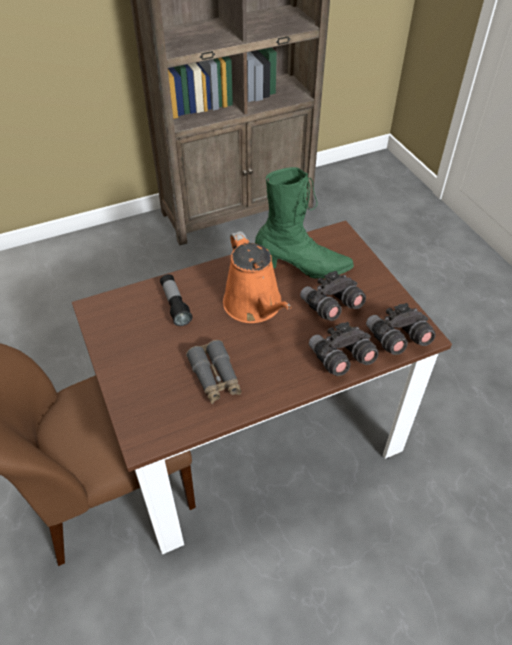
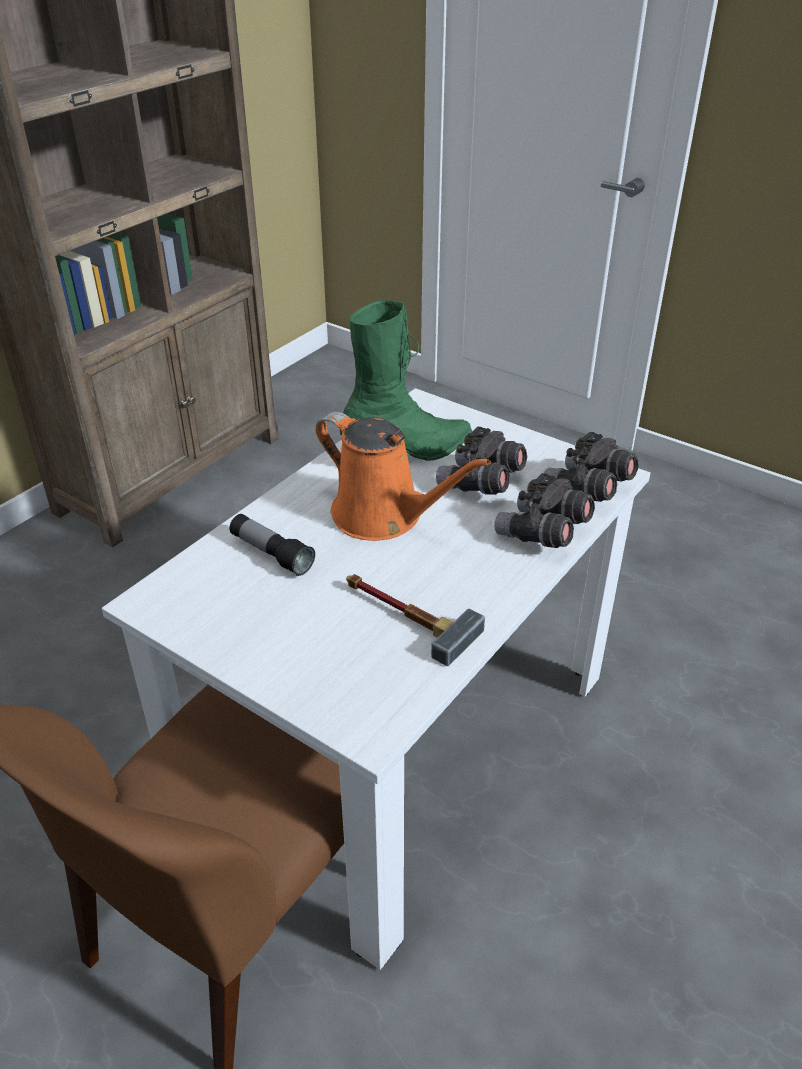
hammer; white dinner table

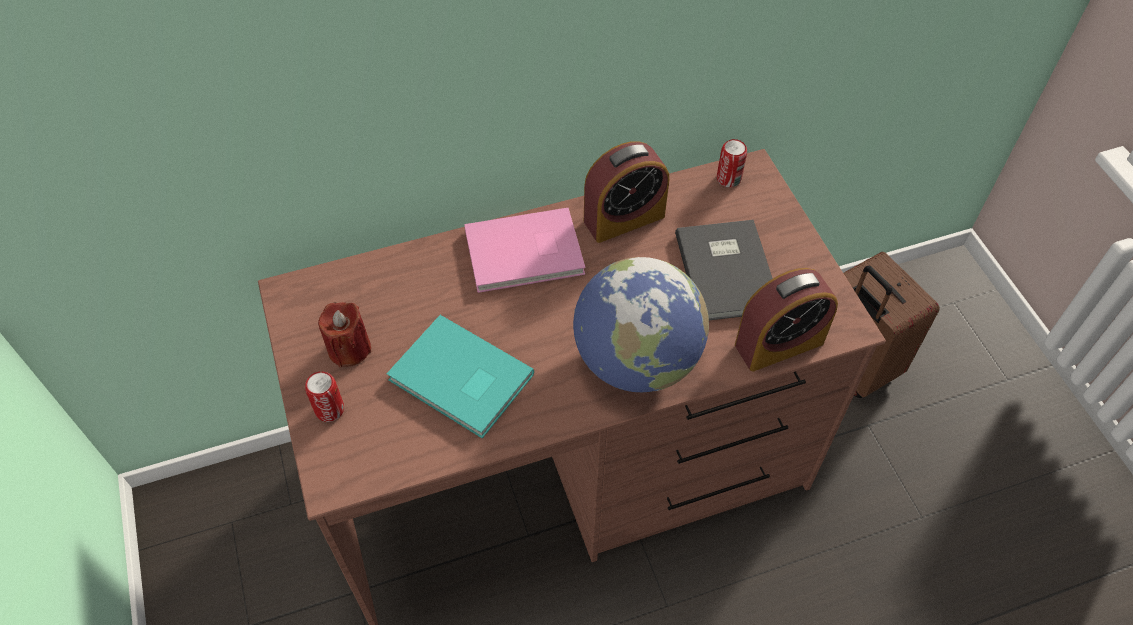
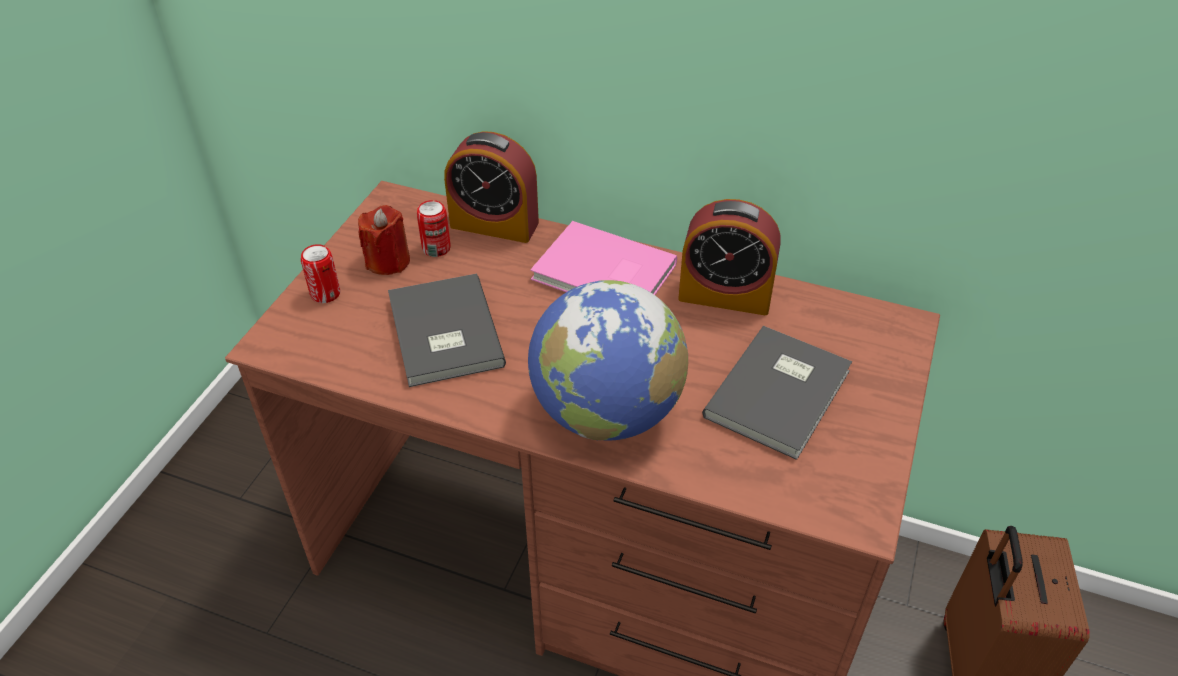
can (no. 2 from left); table clock (no. 1 from left); greyish volume (no. 1 from left)

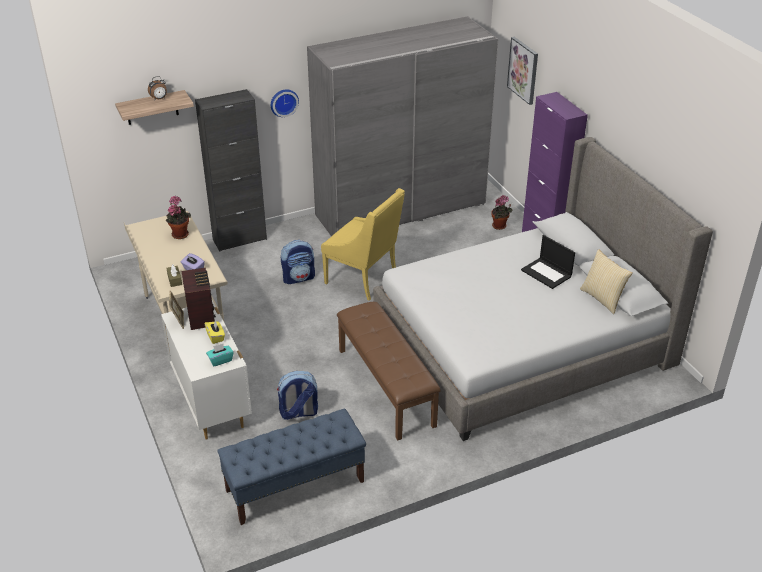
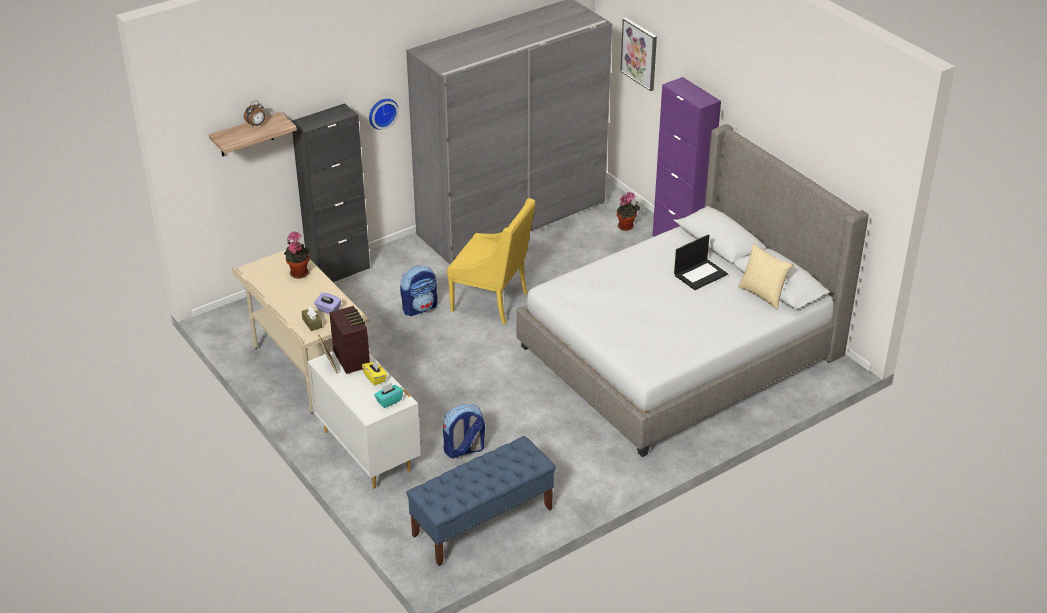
brown indoor bench; notebook computer

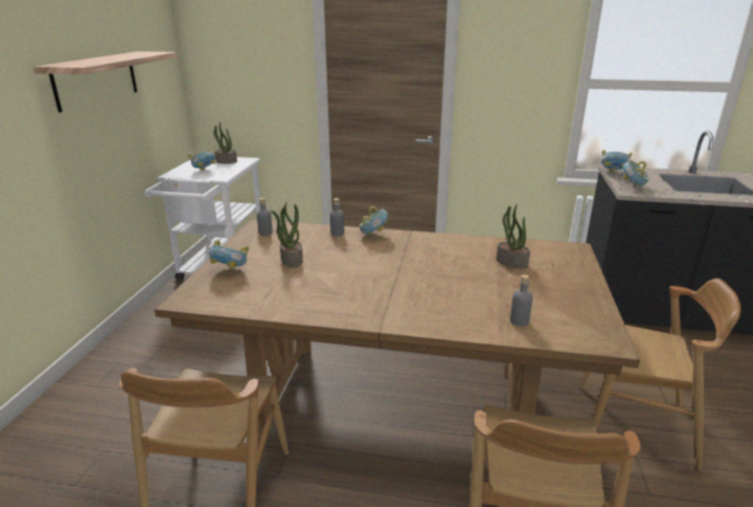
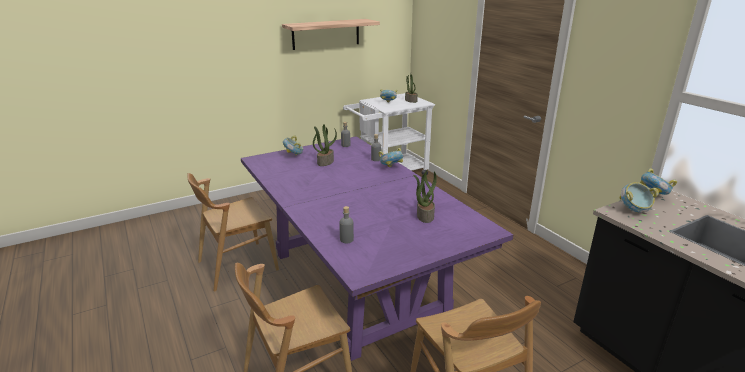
purple dinner table

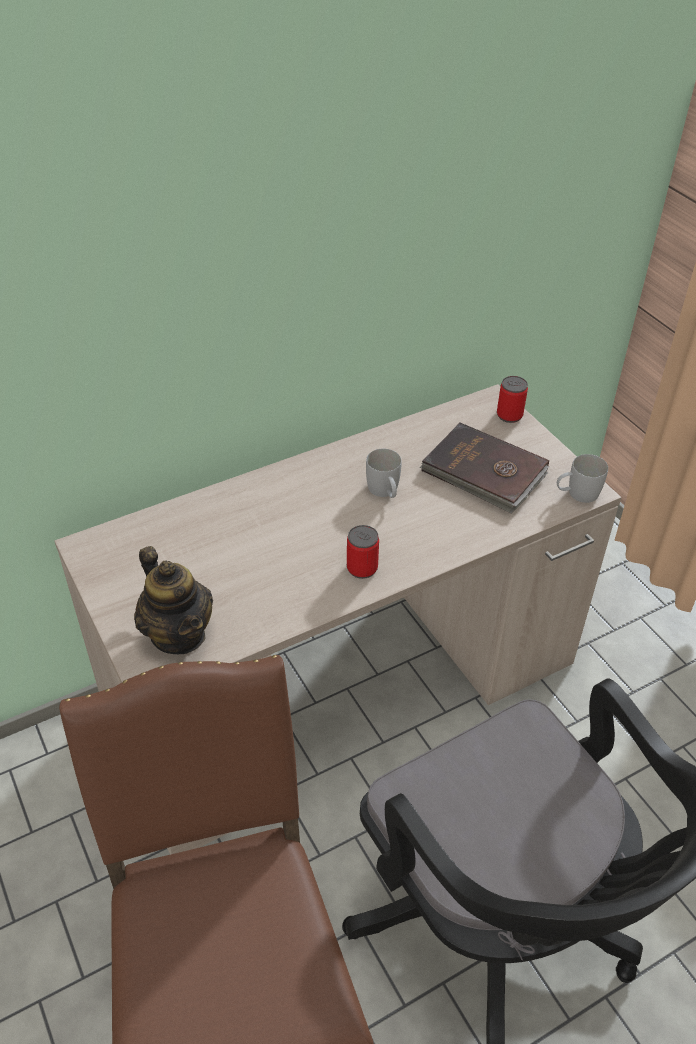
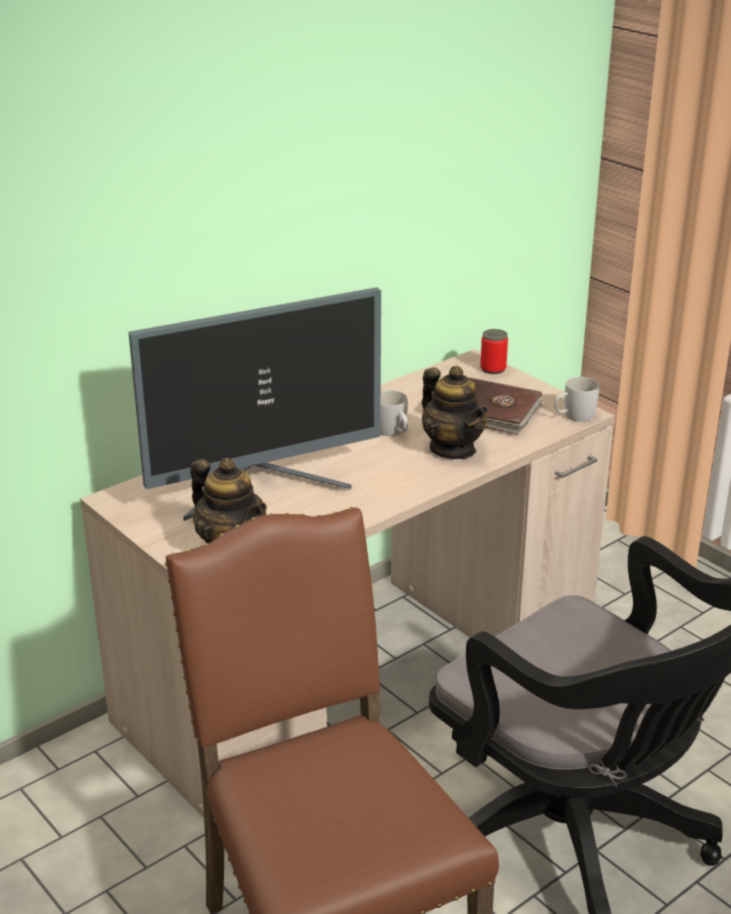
can (no. 1 from left in the first image); computer display; pot for tea (no. 2 from left)

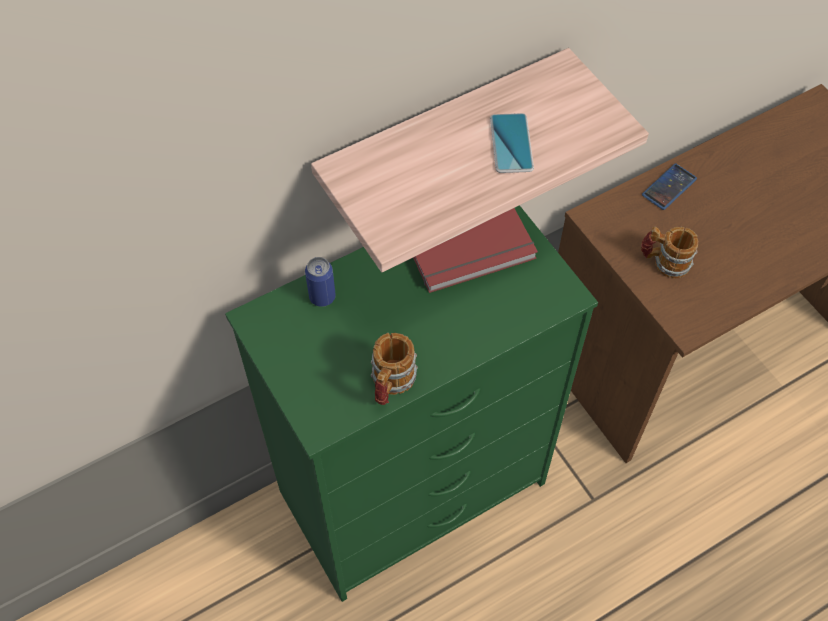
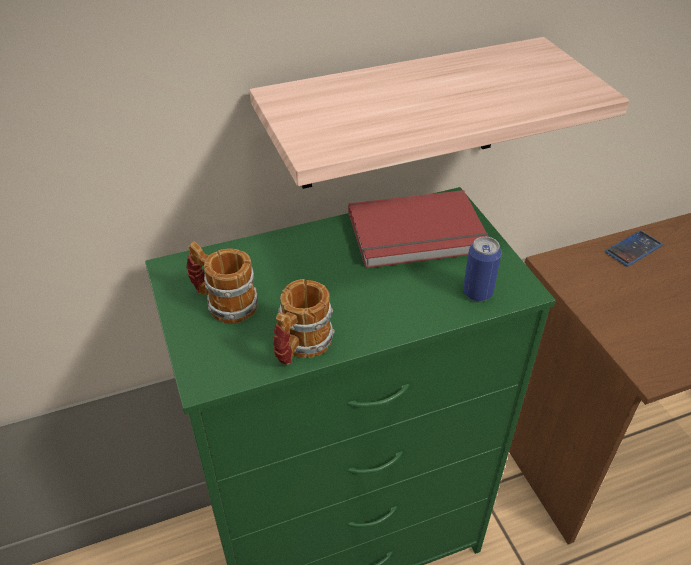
telephone (no. 1 from left in the first image); can; mug (no. 1 from left)

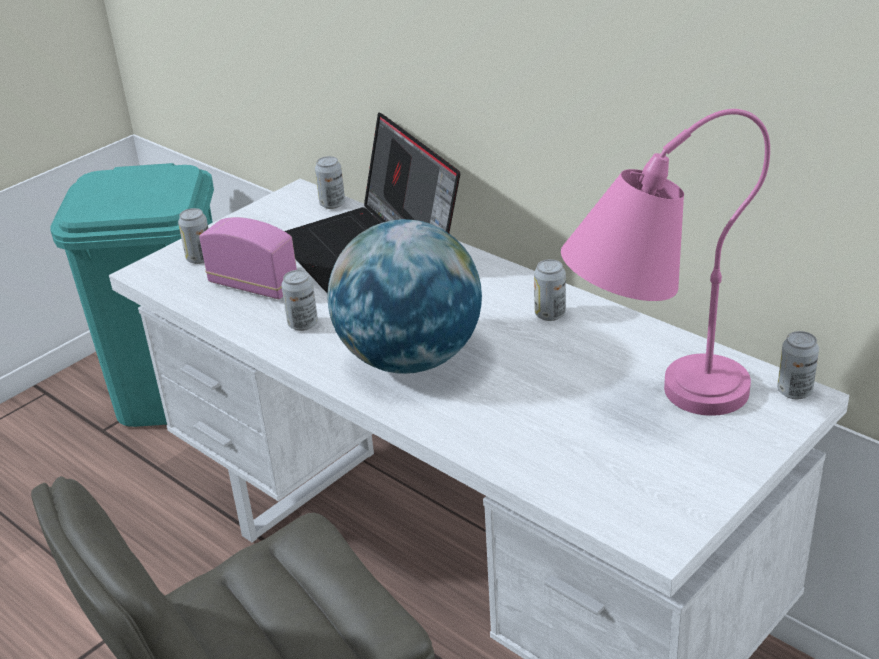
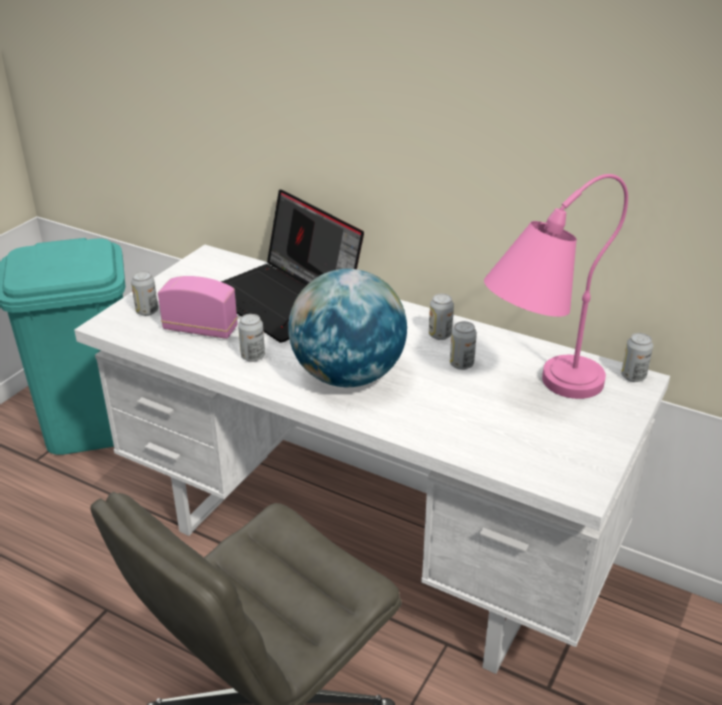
can (no. 4 from left)

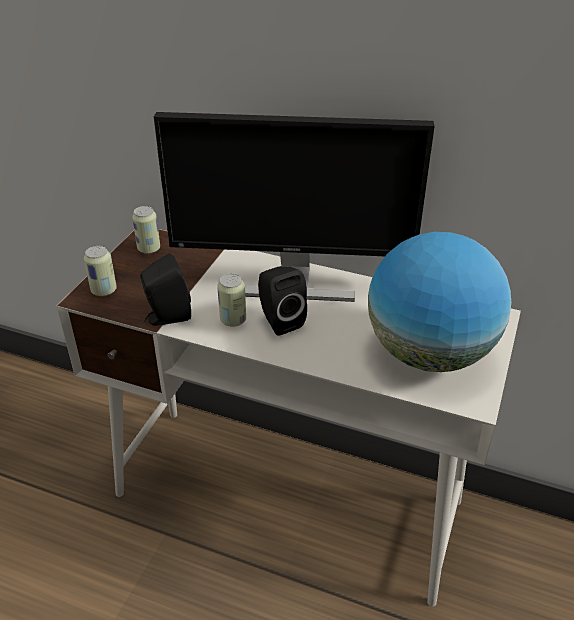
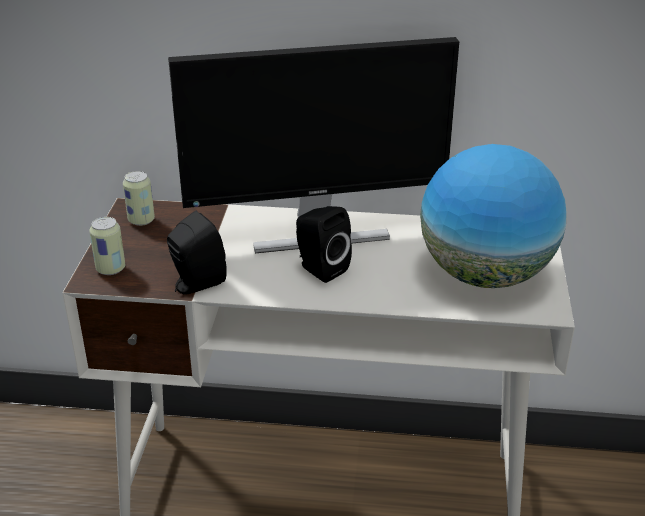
can (no. 3 from left in the first image)

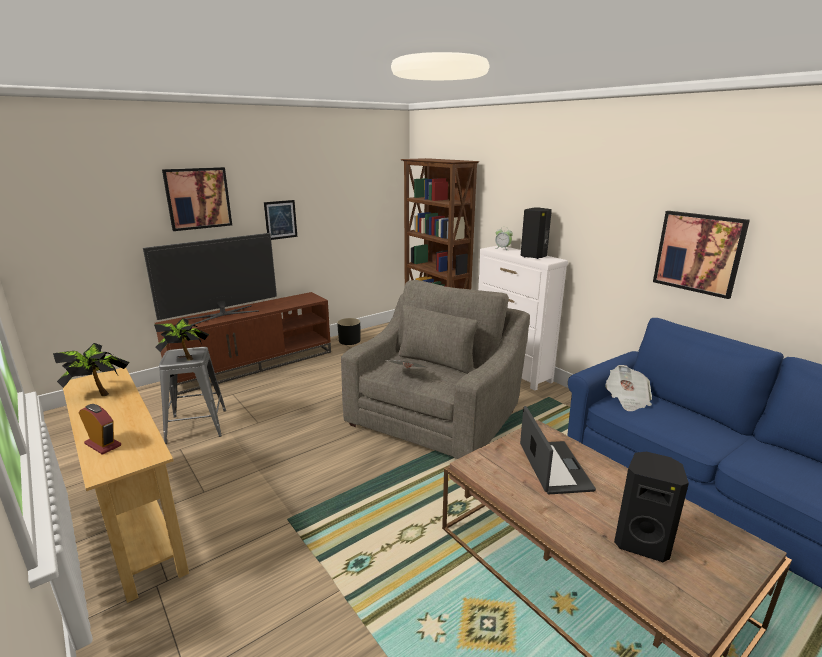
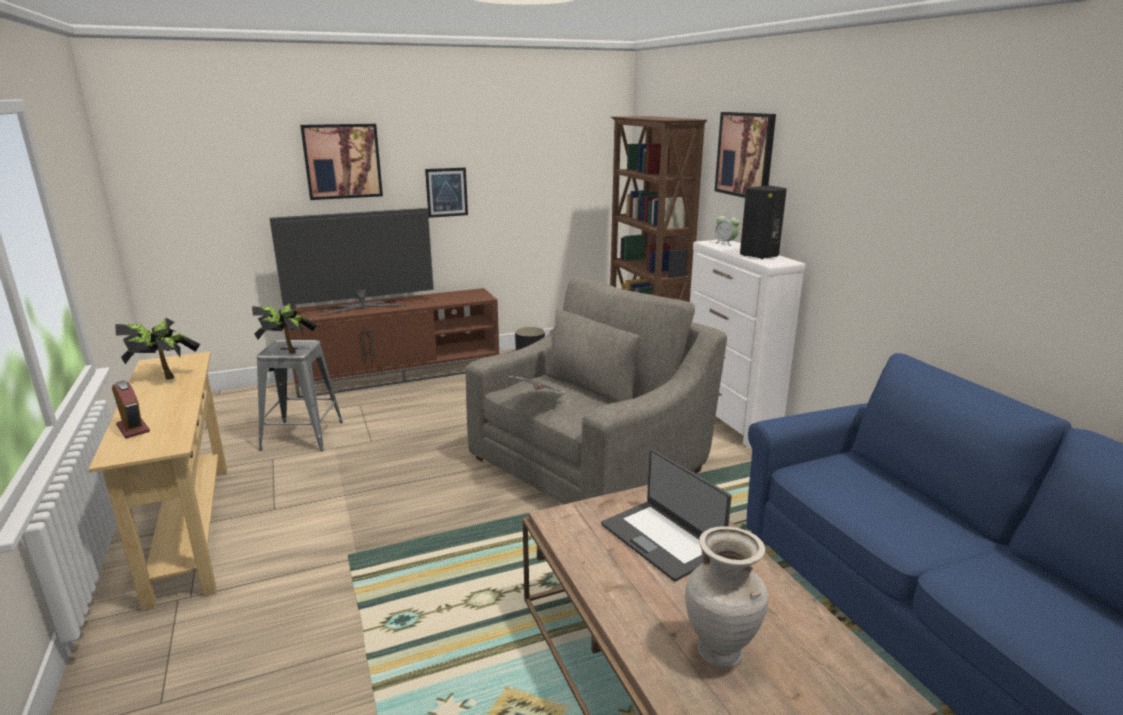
daily paper (no. 2 from left in the first image); picture (no. 3 from left); sand-coloured flower vase; notebook computer

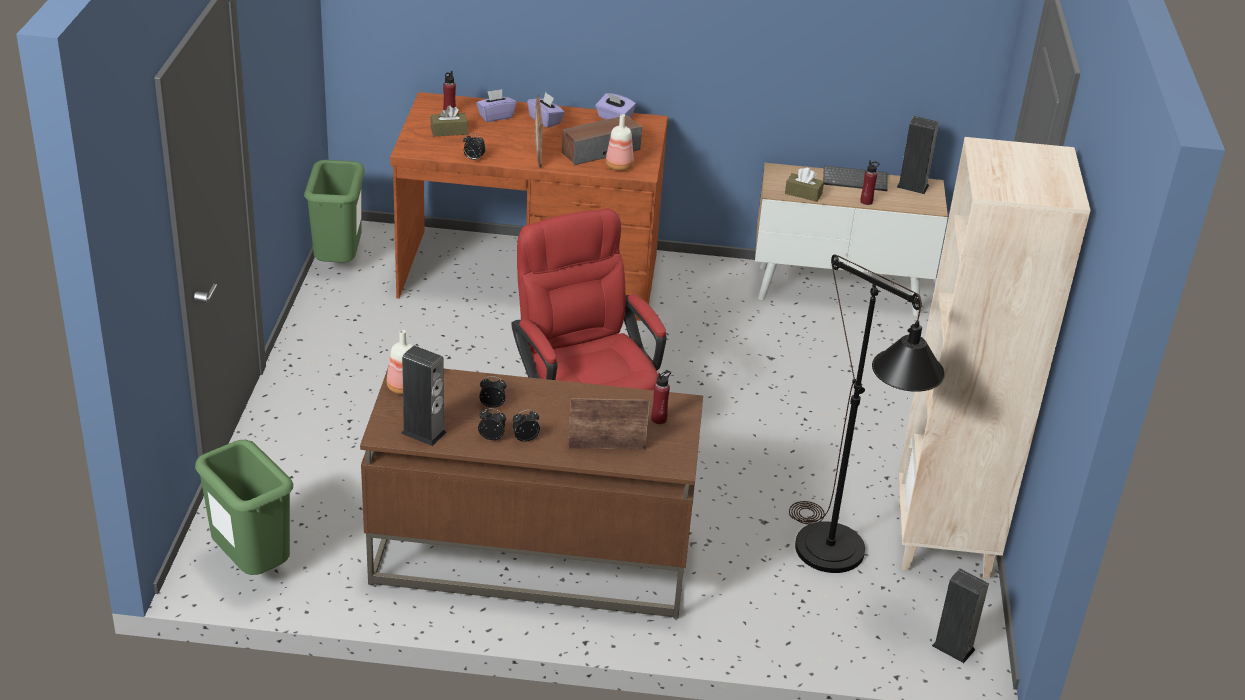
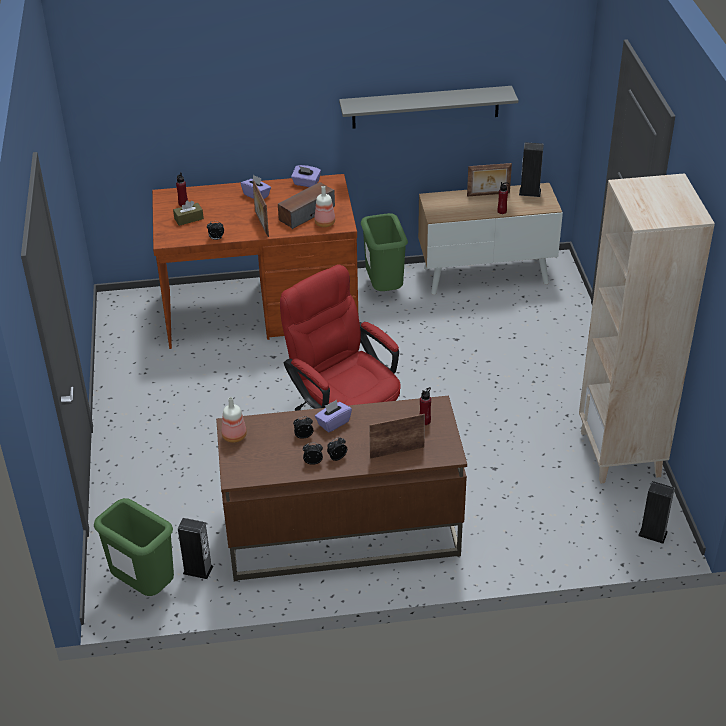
brown tissue box (no. 2 from left in the first image); black-coloured standing lamp; greyish wall shelf; green rubbish bin (no. 2 from left); speaker (no. 1 from left); purple tissue box (no. 3 from left); standing frame (no. 3 from left)

